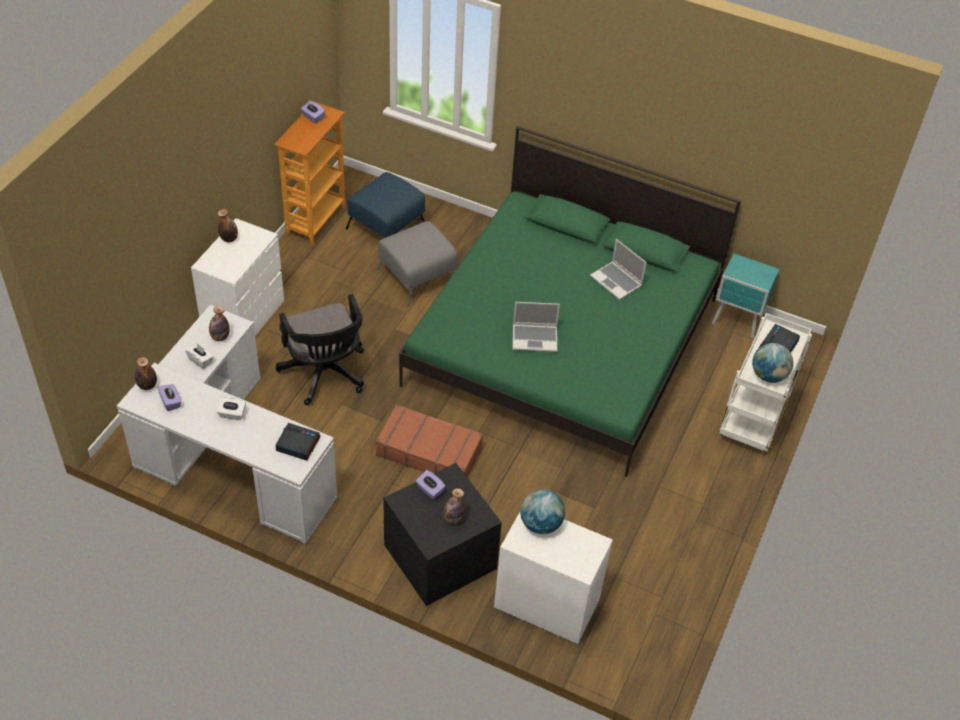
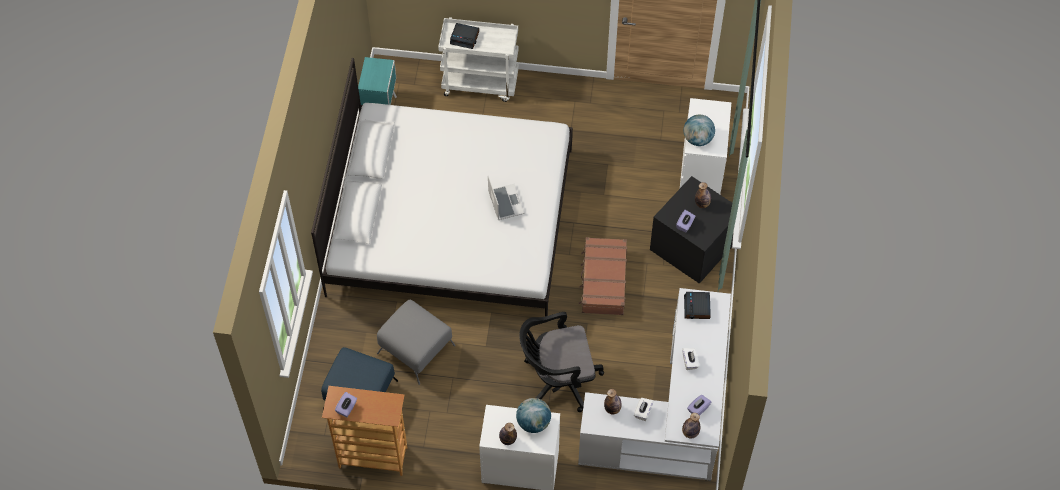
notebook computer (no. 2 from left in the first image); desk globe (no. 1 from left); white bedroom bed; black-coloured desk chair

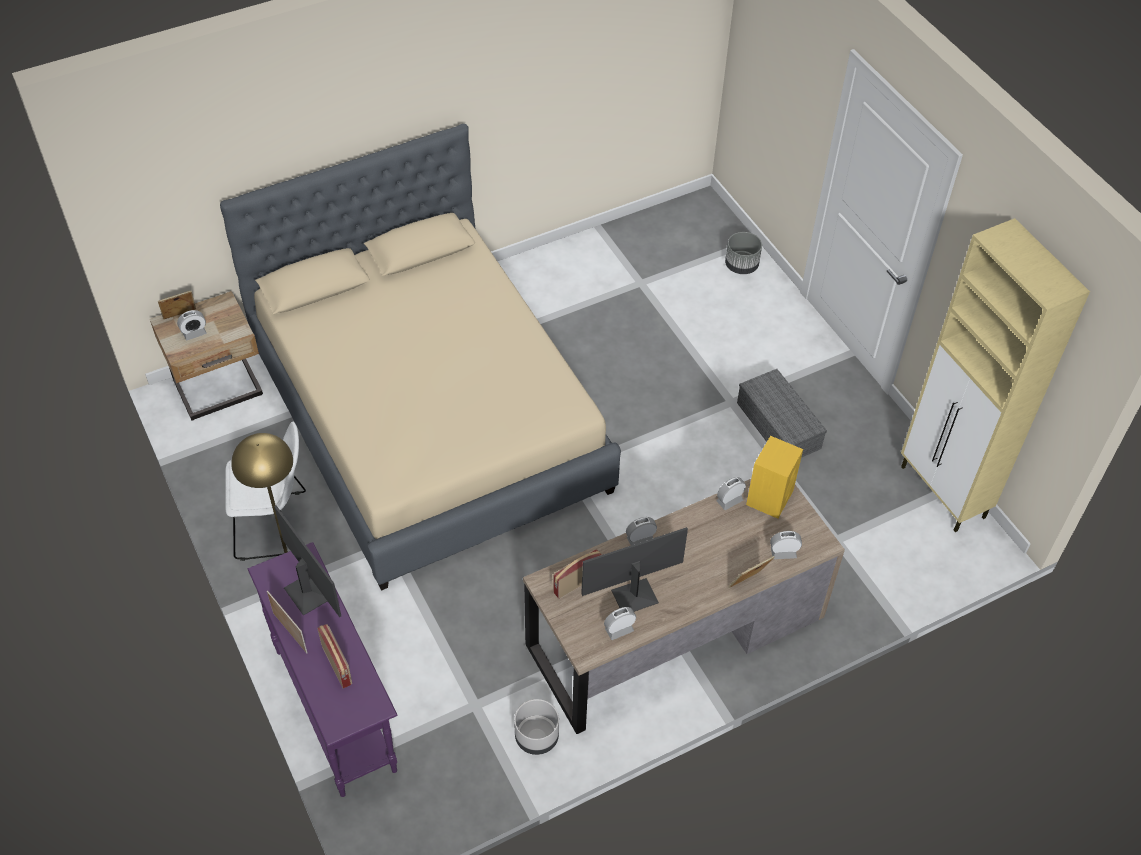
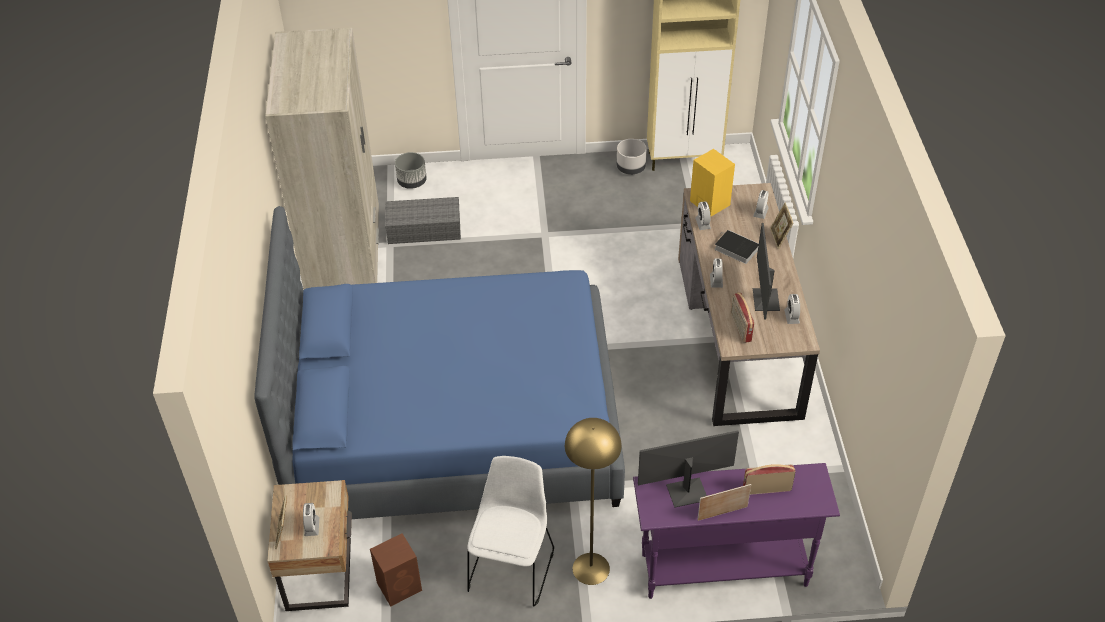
sand-coloured wardrobe; brown speaker; volume; greyish planter (no. 2 from left); greyish storage box; bluish bedroom bed

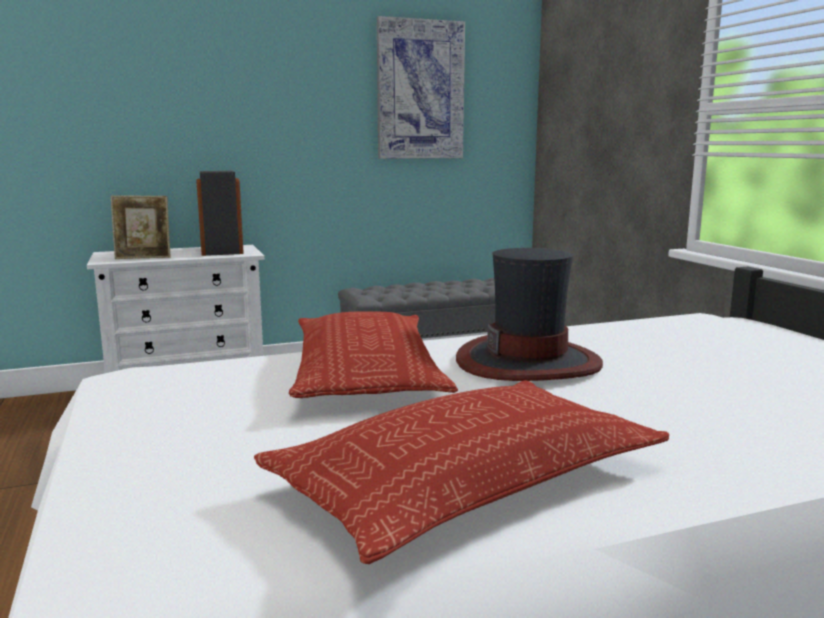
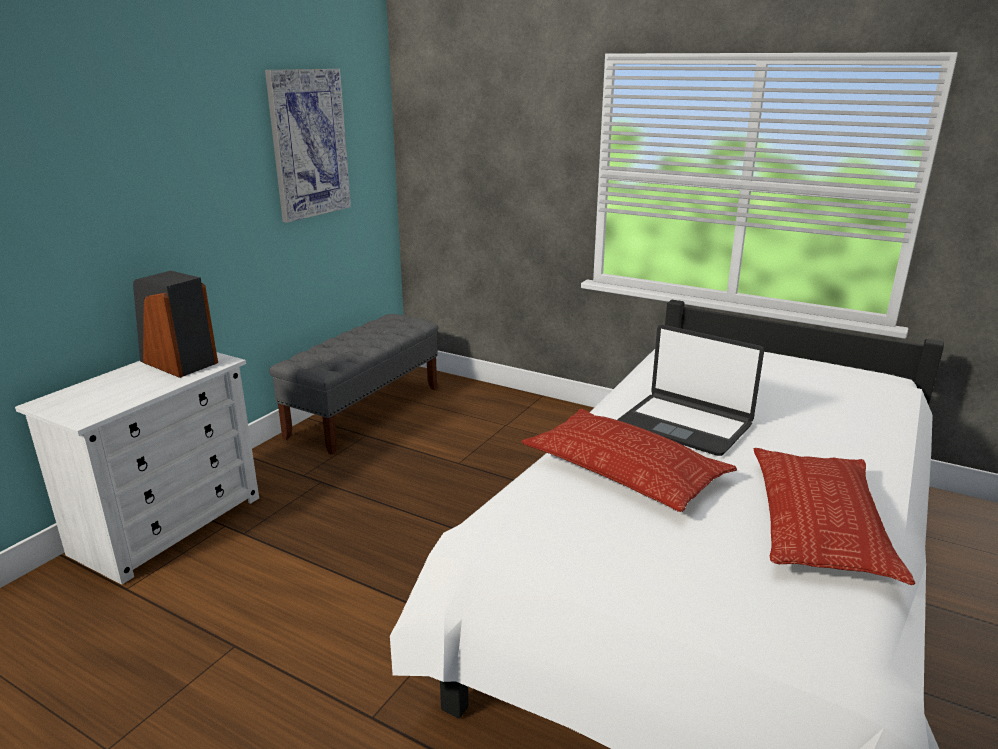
standing frame; notebook computer

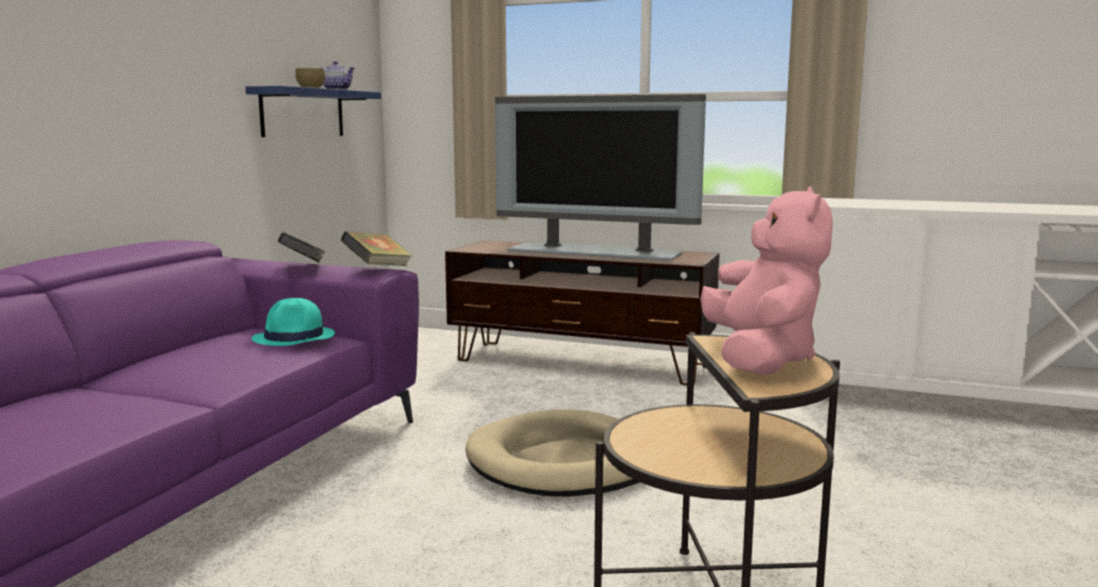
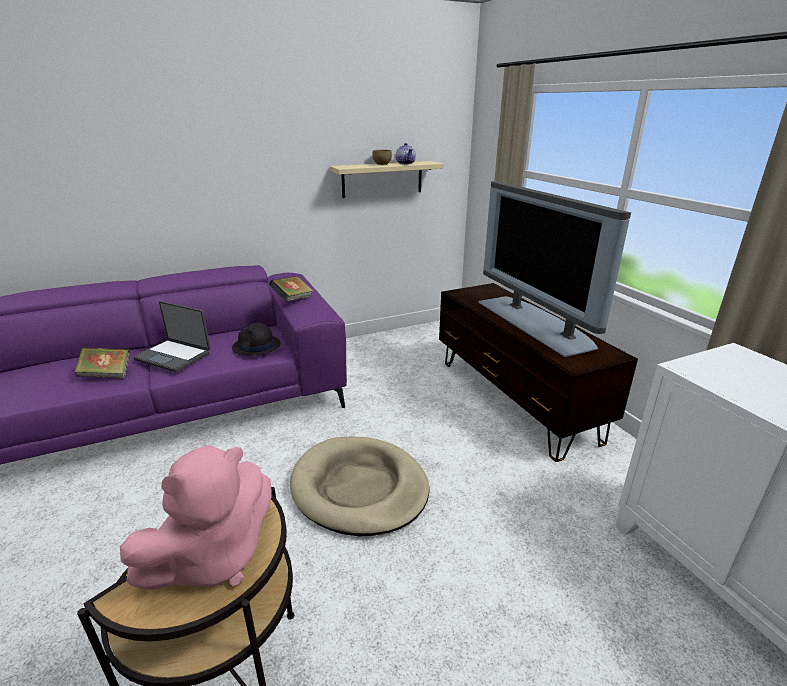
notebook computer; volume (no. 1 from left); sand-coloured wall shelf; black-coloured hat

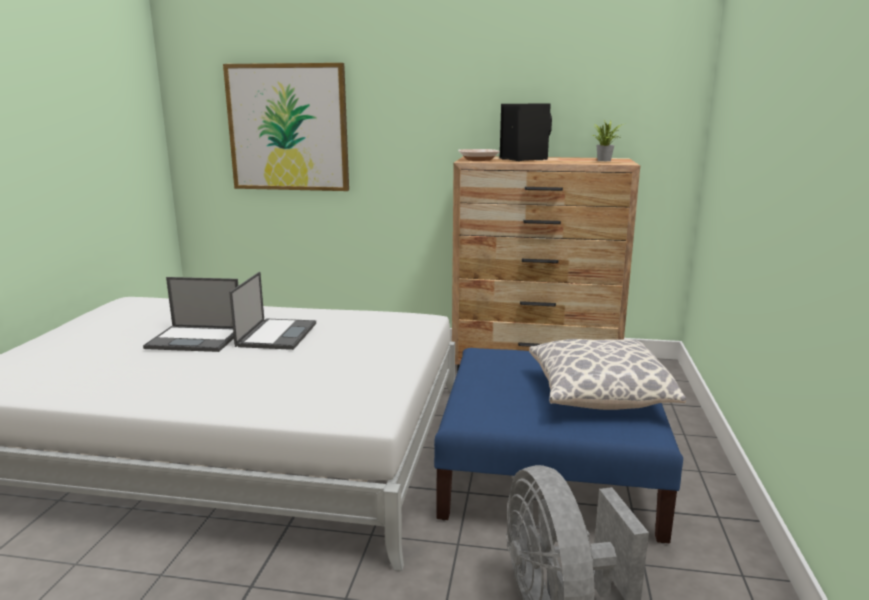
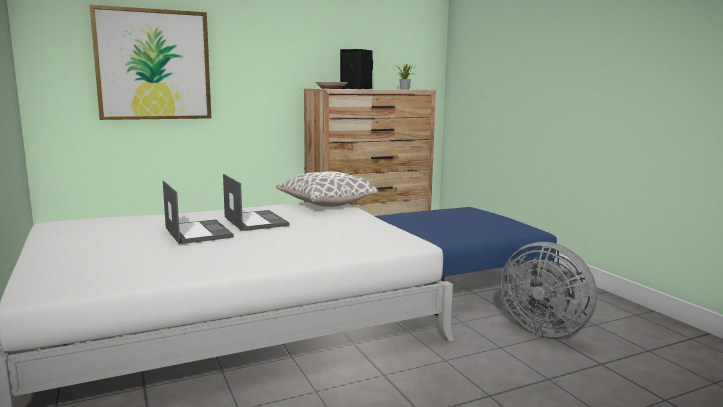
cushion; notebook computer (no. 1 from left)

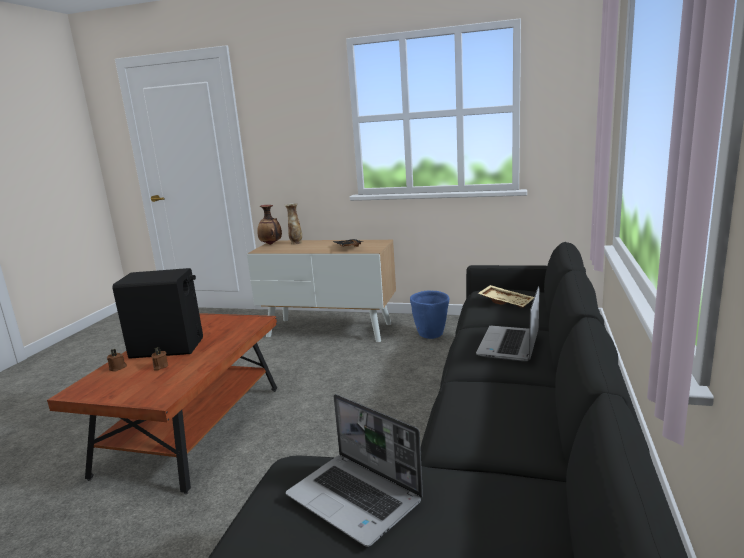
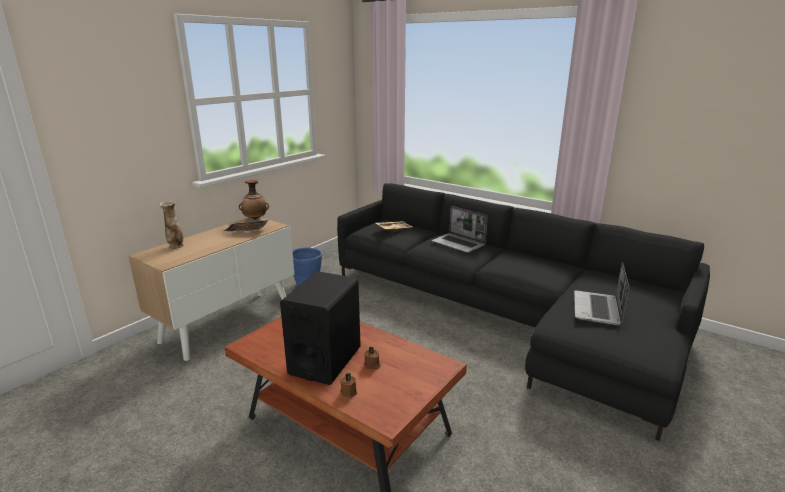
flower vase (no. 2 from left); notebook computer (no. 2 from left)

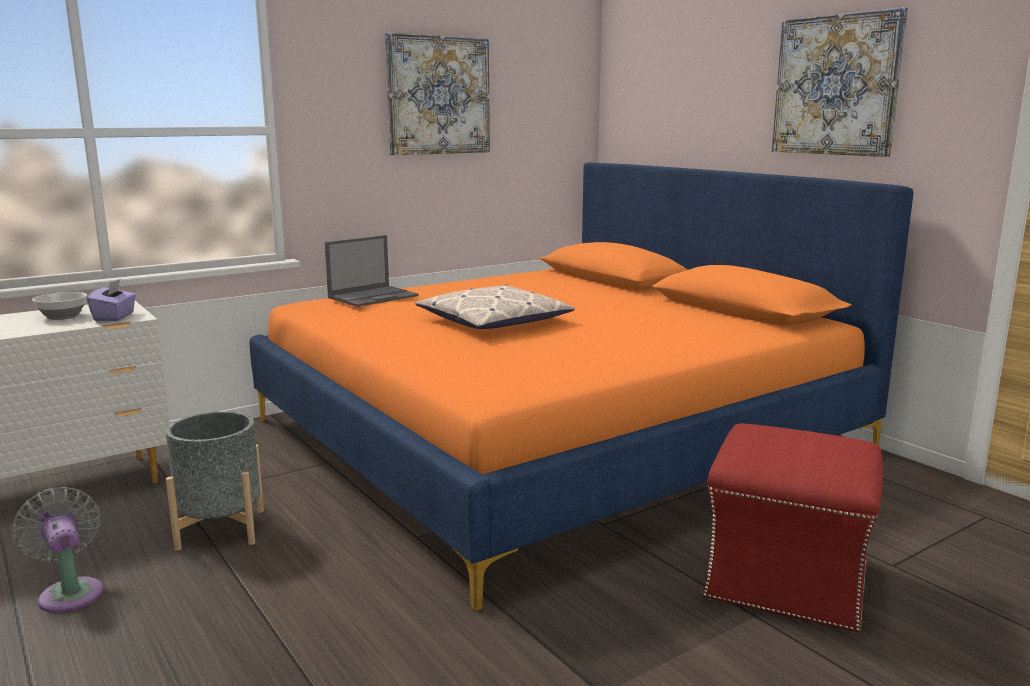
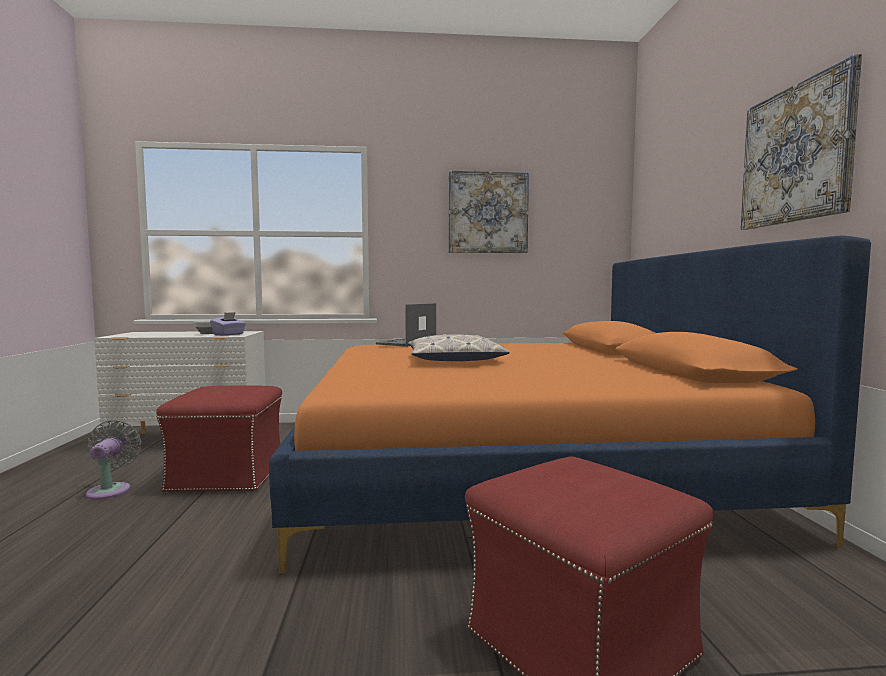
red footrest (no. 1 from left); notebook computer

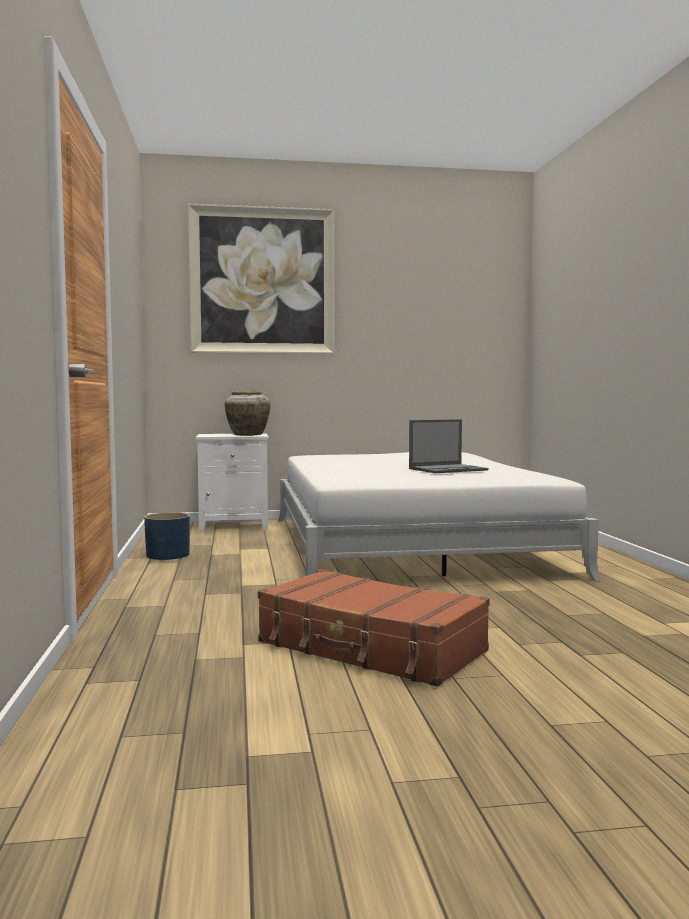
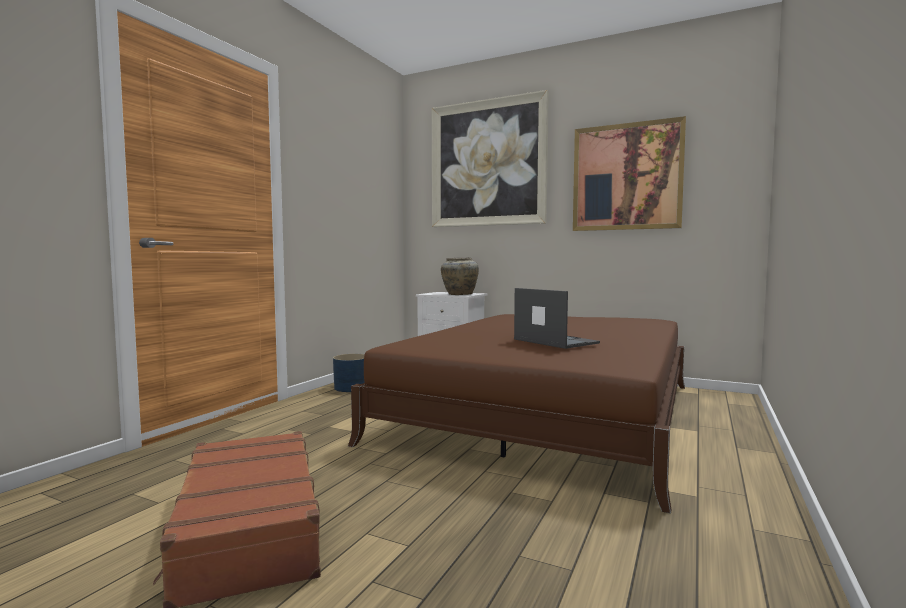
picture (no. 2 from left); brown bedroom bed; notebook computer

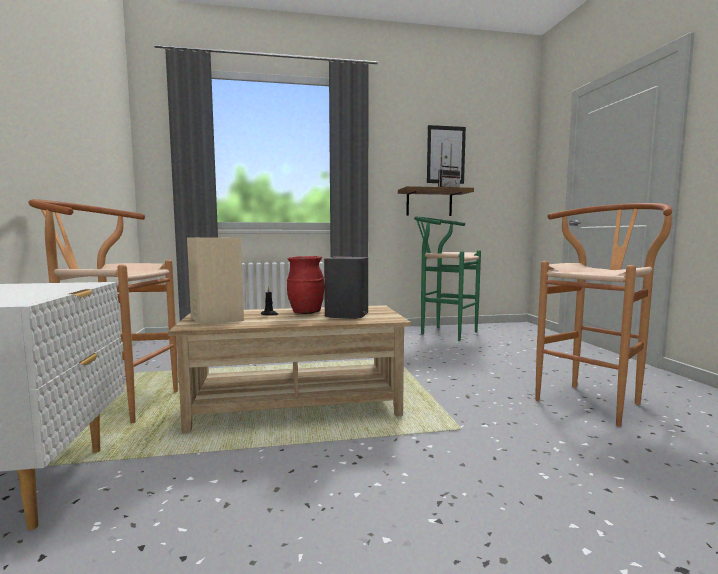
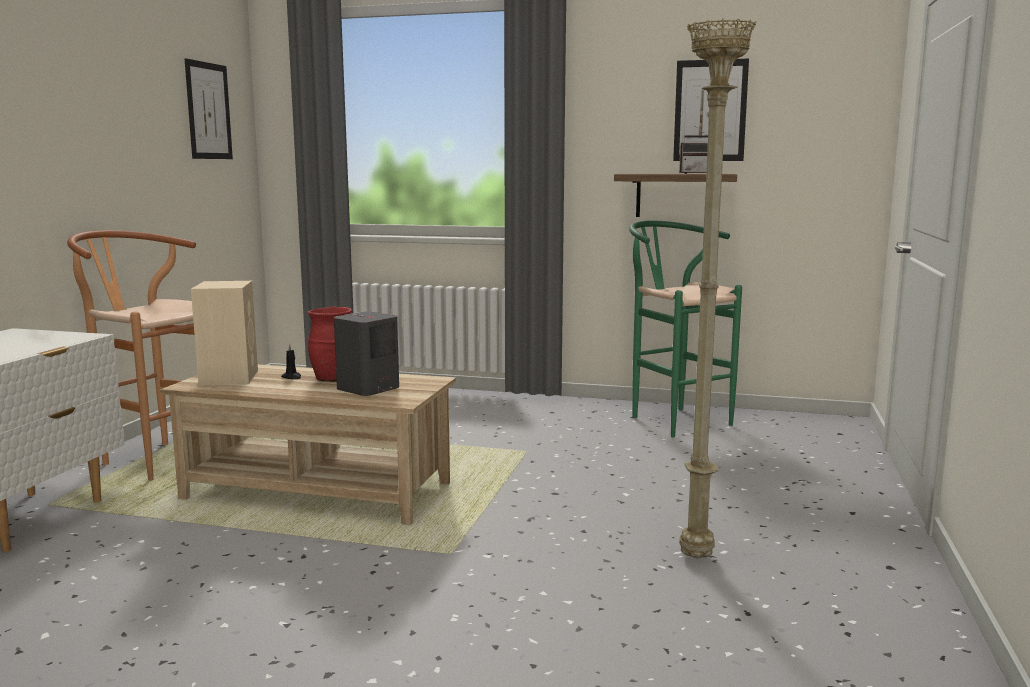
picture (no. 1 from left); sand-coloured standing lamp

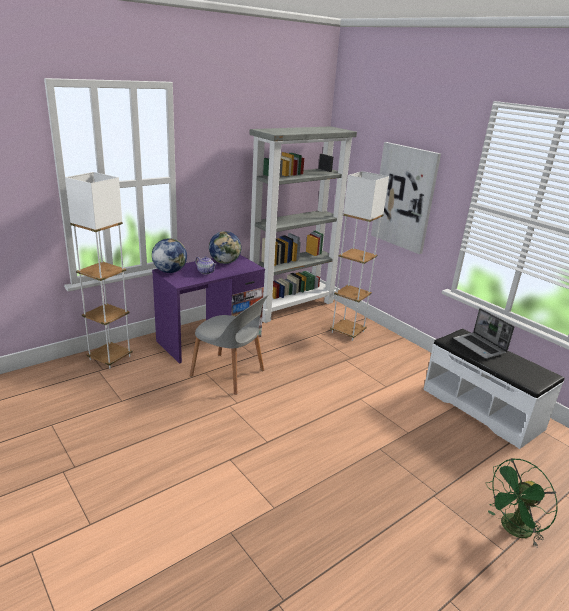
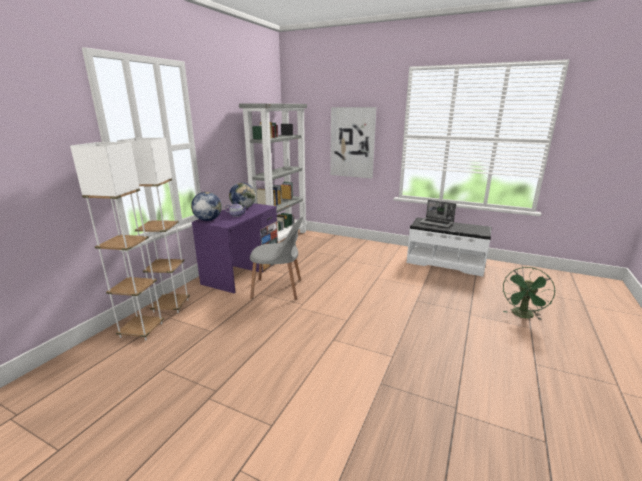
white standing lamp (no. 1 from left)

